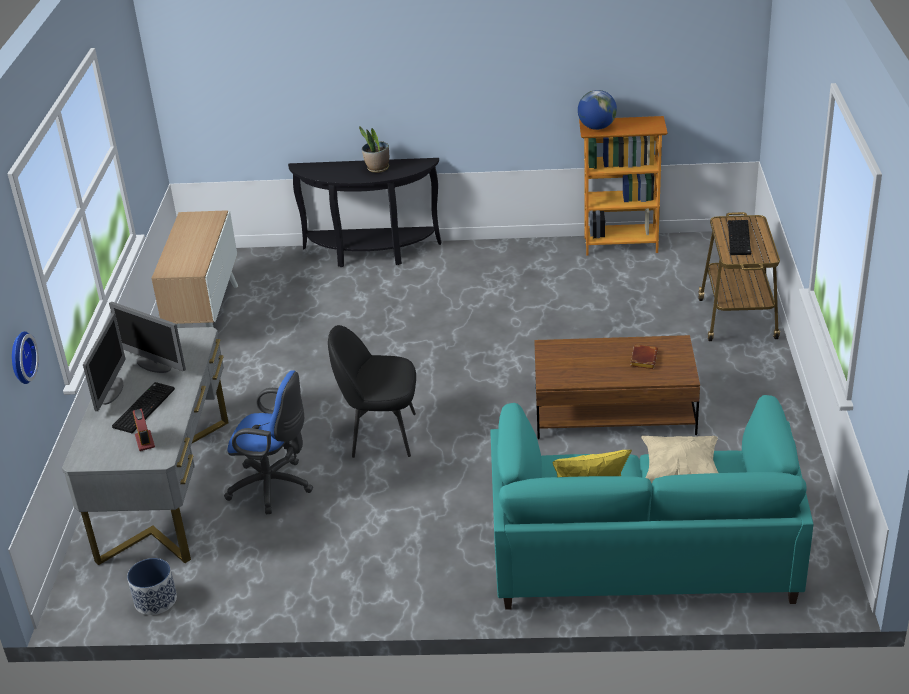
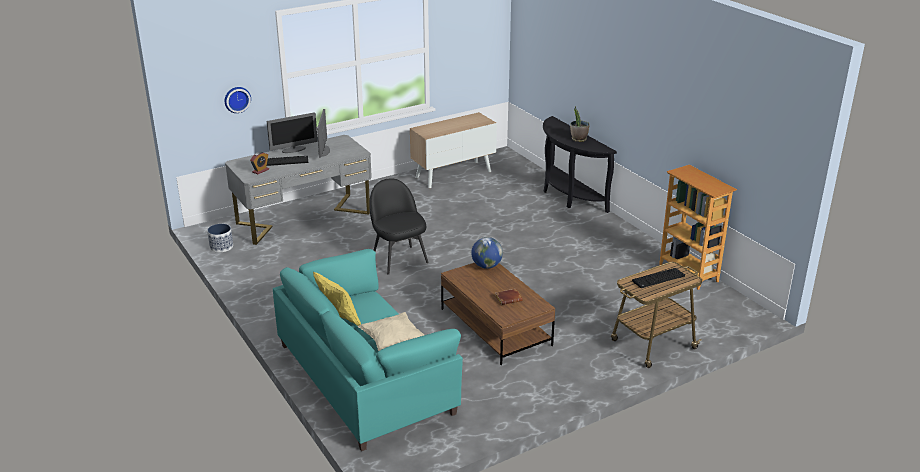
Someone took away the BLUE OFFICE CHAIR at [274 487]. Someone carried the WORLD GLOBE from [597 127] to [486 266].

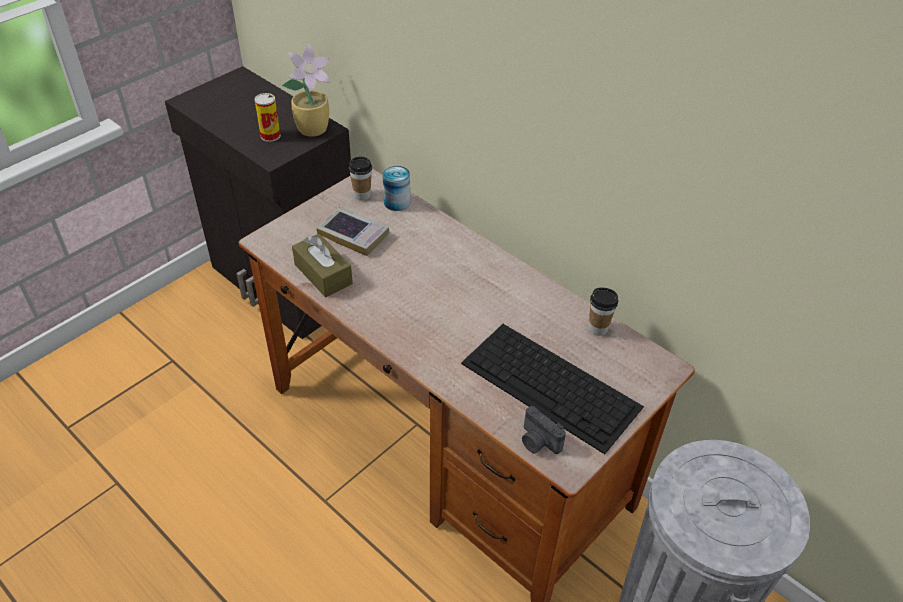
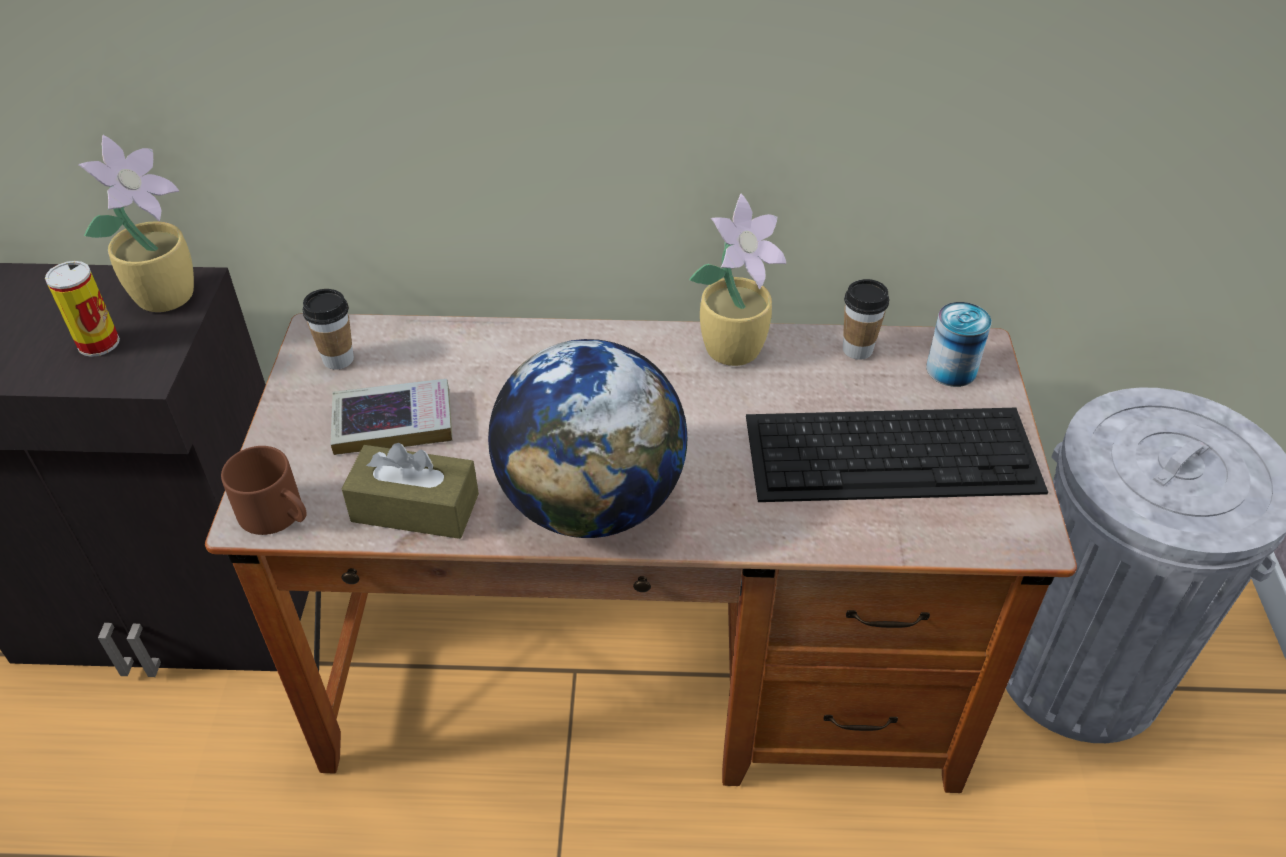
Someone took away the STILL CAMERA at [538 442]. Someone put down the BROWNISH TEA MUG at [279 514]. Someone put down the WORLD GLOBE at [592 503]. Someone put down the PLANT IN A POT at [735 348]. Someone carried the METAL CAN from [397 202] to [951 369].

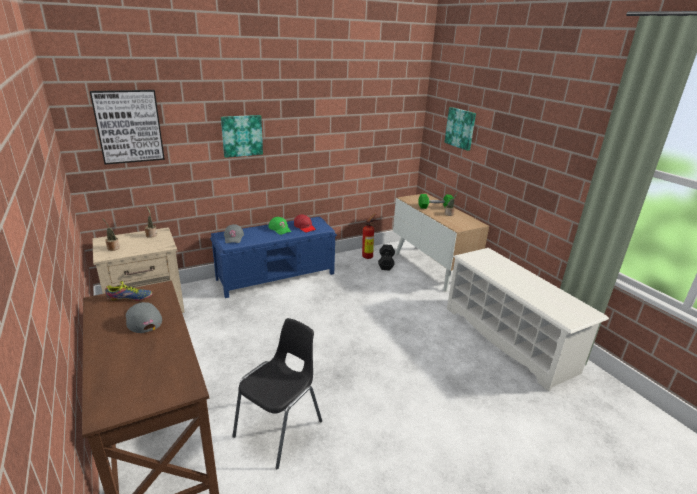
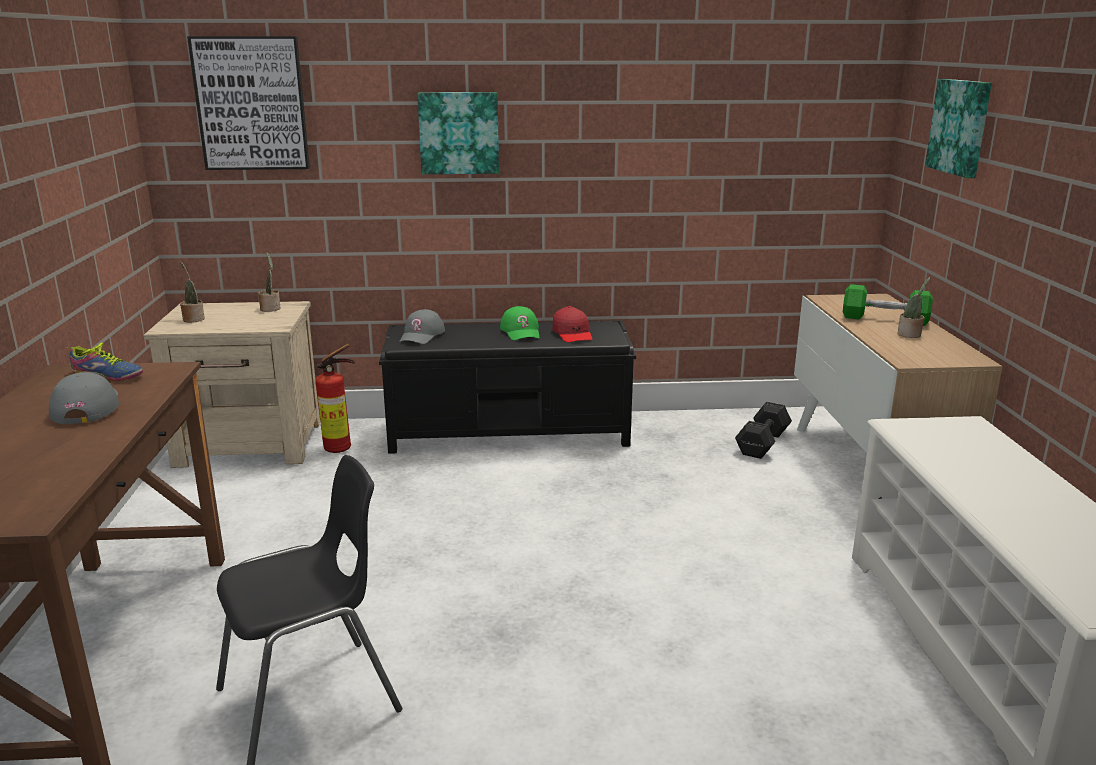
Someone carried the FIRE-FIGHTING CYLINDER from [368 256] to [342 448]. Someone repainted the BLUE LONG SEAT at [277 276], which became the BLACKISH LONG SEAT at [511 433].

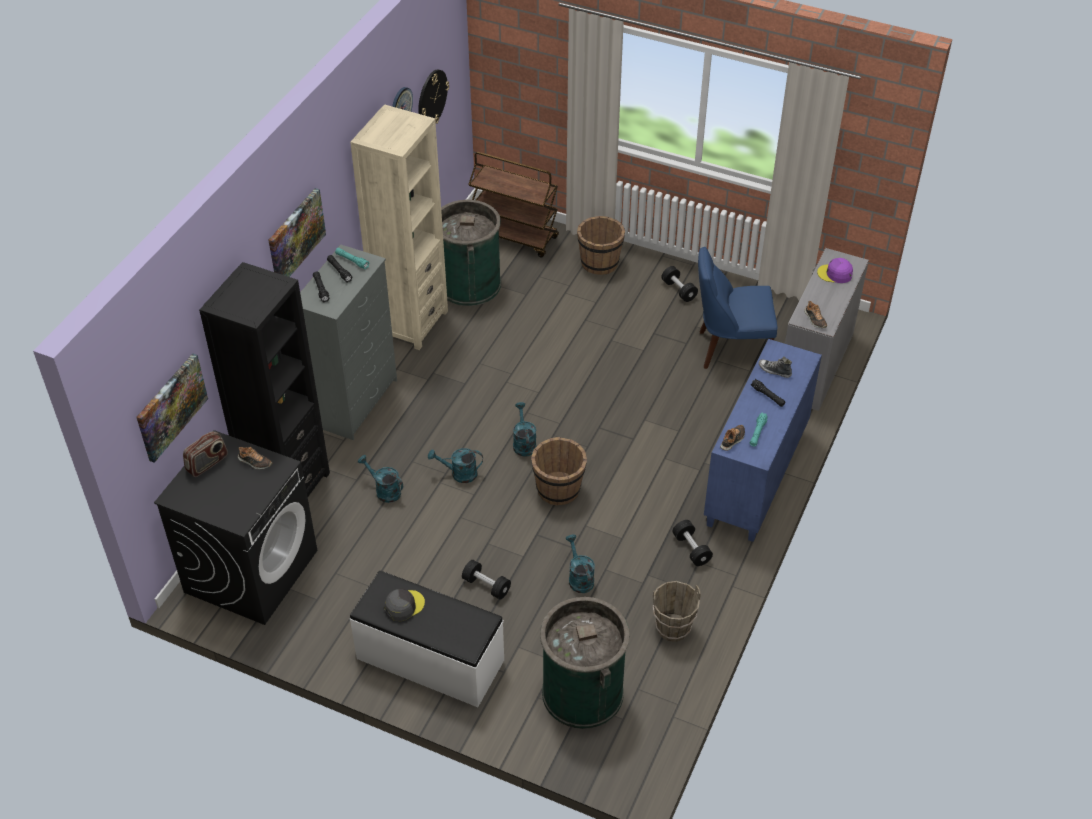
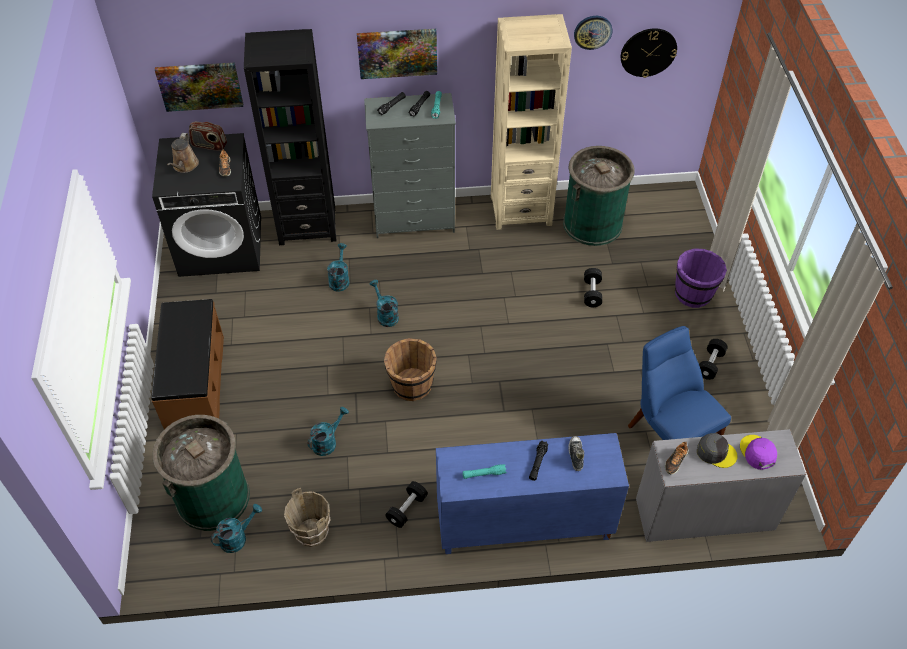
Someone took away the BROWNISH TROLLEY at [514 237]. Someone took away the SHOE at [733 440]. Someone put down the BROWNISH SPRINKLING CAN at [185 166]. Someone carried the GREY BASEBALL CAP from [404 605] to [716 452]. Someone carried the BLACKISH HAND WEIGHT from [486 586] to [592 293]. Someone carried the TURQUOISE SPRINKLING CAN from [523 443] to [237 537]. Someone repainted the WHITISH LONG SEAT at [430 660], which became the BROWNISH LONG SEAT at [195 384]. Someone repainted the BROWNISH WATER BUCKET at [599 262], which became the PURPLISH WATER BUCKET at [693 293].

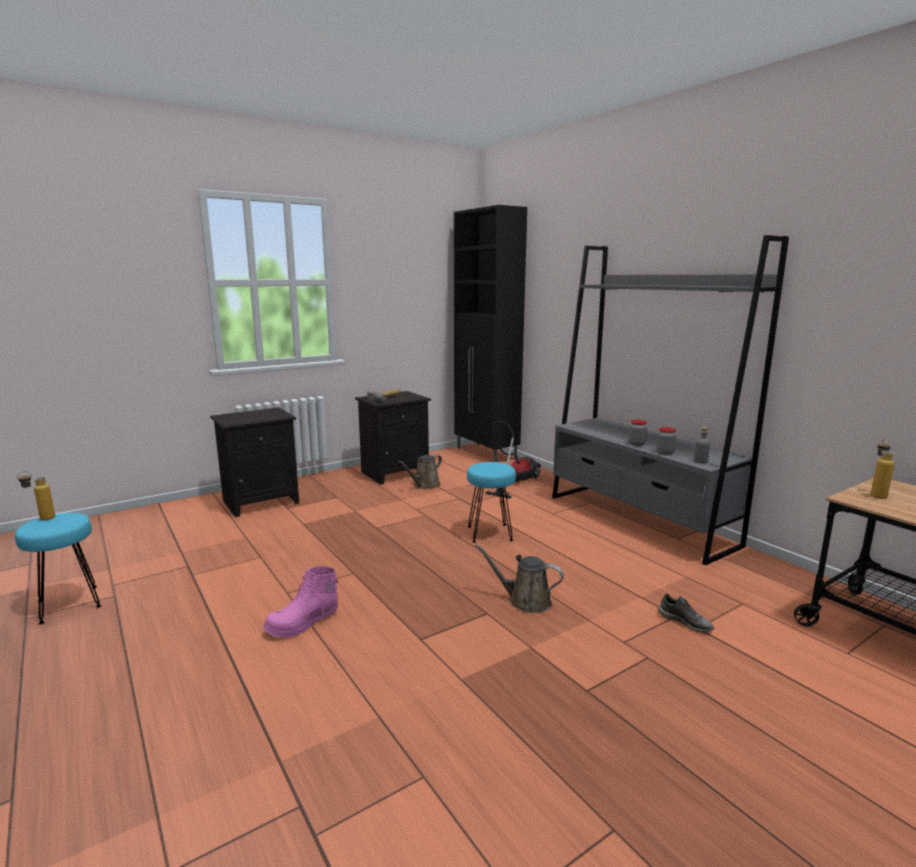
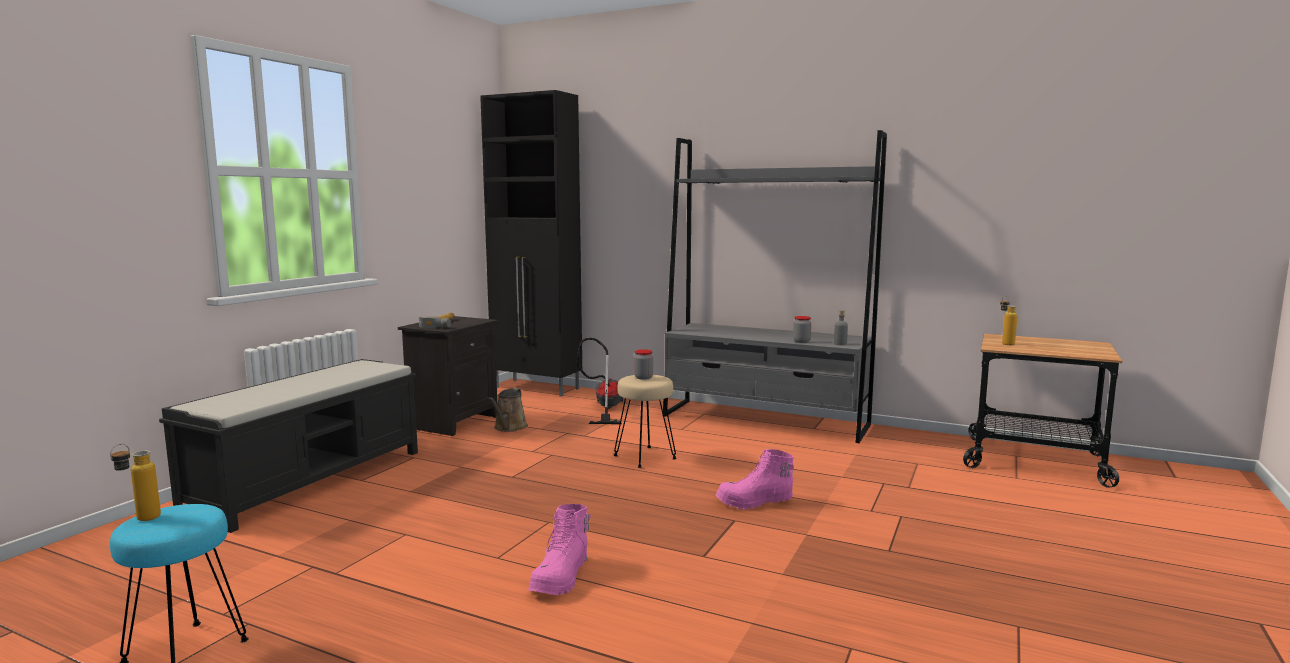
Someone took away the GREY SHOE at [685 622]. Someone carried the JAR from [636 444] to [643 377]. Someone swapped the BLACKISH BEDSIDE TABLE at [261 501] for the BLACKISH LONG SEAT at [311 480]. Someone swapped the BROWNISH SPRINKLING CAN at [525 601] for the PINK-COLOURED TALL BOOT at [754 502]. Someone repainted the TURQUOISE STOOL SEAT at [490 533], which became the SAND-COLOURED STOOL SEAT at [645 457].

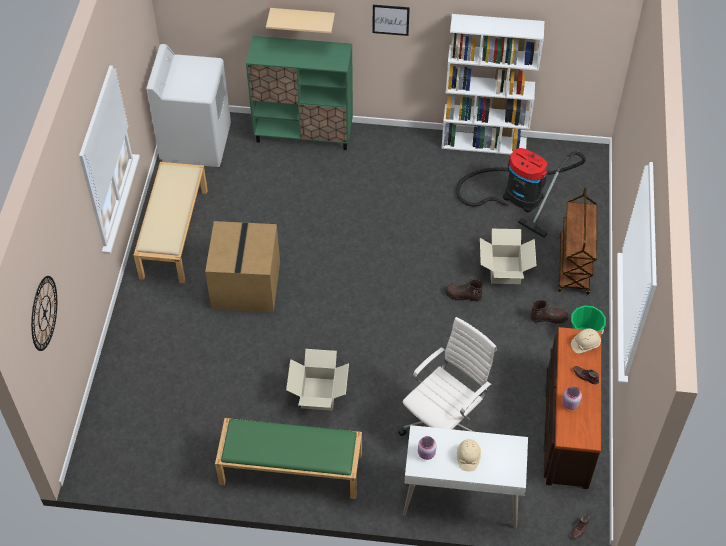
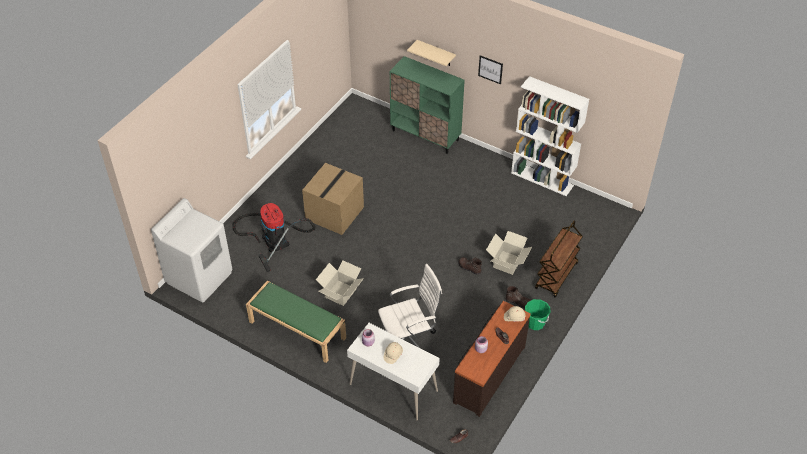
Someone took away the WALL CLOCK at [44 313]. Someone took away the SAND-COLOURED LONG SEAT at [173 232]. Someone carried the WHITISH WASHING MACHINE from [196 142] to [199 277]. Someone carried the VACUUM from [518 196] to [273 239].

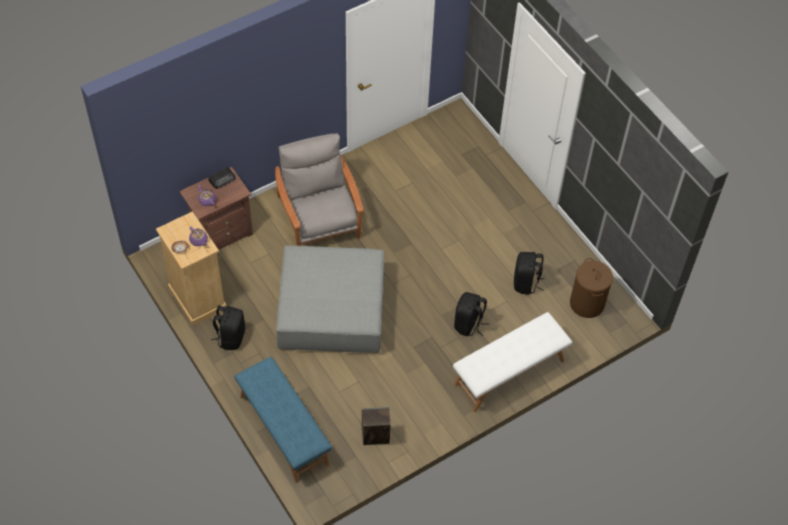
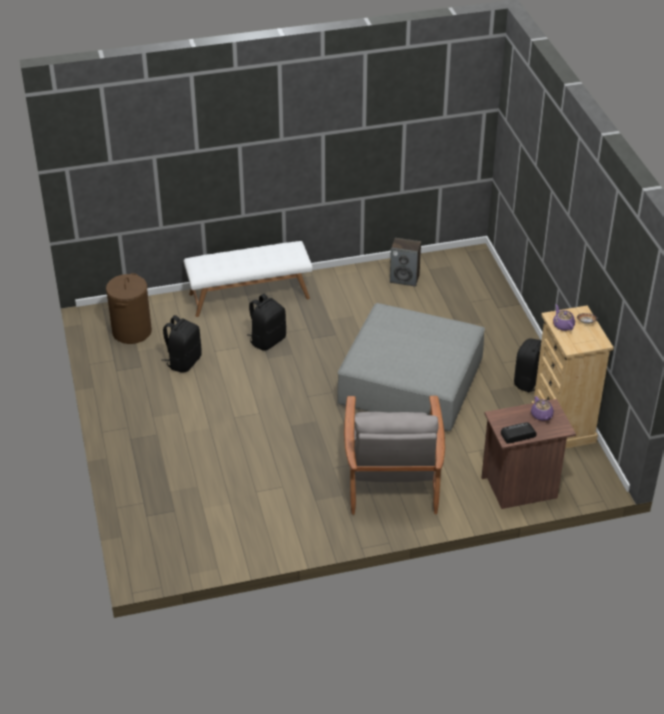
Someone took away the BLUE LONG SEAT at [283 430].

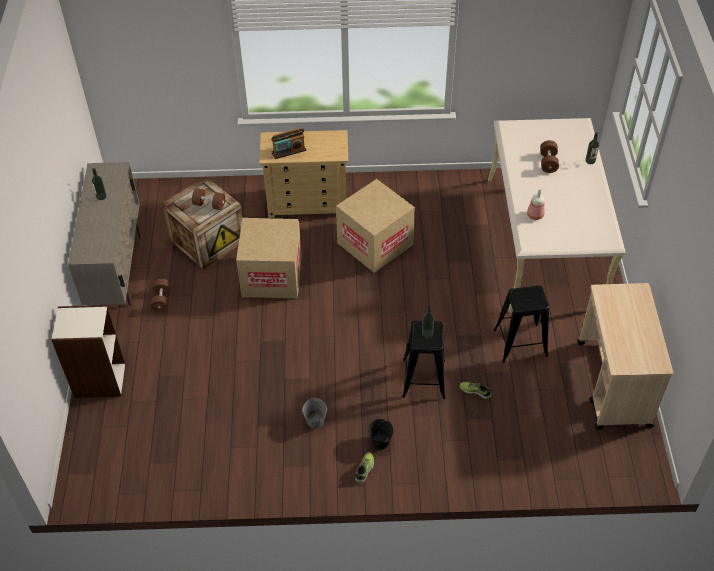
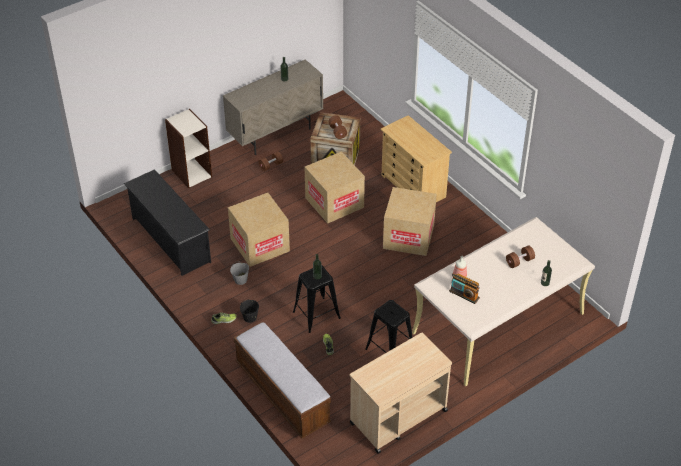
Someone put down the BLACKISH SHOE SHELF at [170 239]. Someone put down the PACKING BOX at [260 245]. Someone put down the LONG SEAT at [282 393]. Someone carried the RADIO from [289 151] to [464 294].

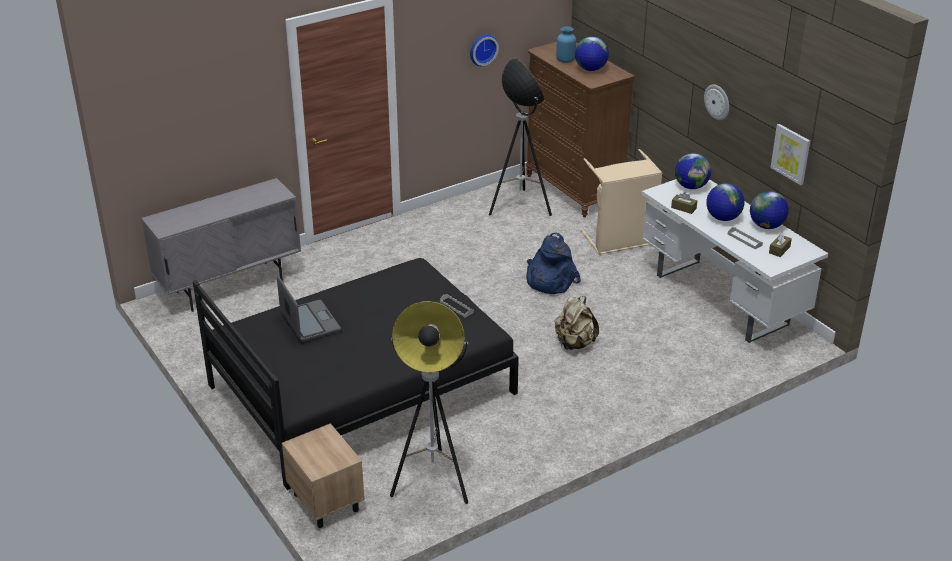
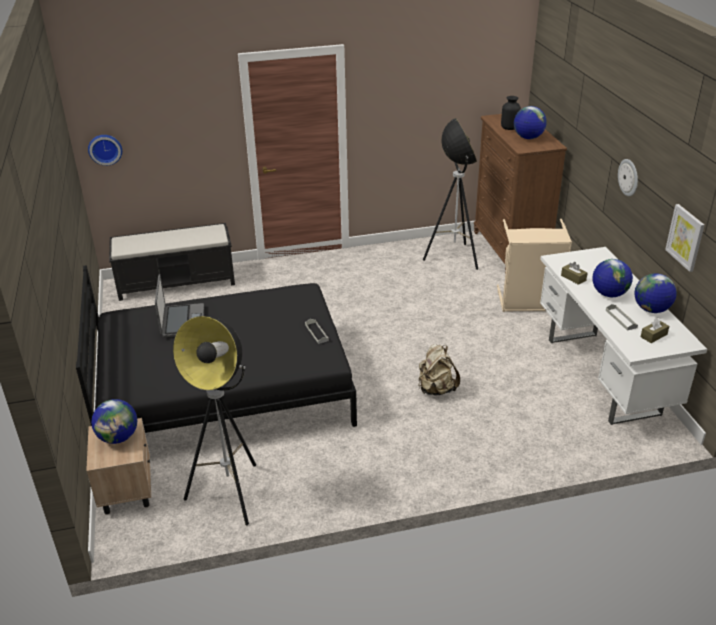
Someone took away the BLUE BACKPACK at [549 280]. Someone carried the WALL CLOCK from [482 49] to [105 149]. Someone carried the WORLD GLOBE from [691 186] to [118 437]. Someone swapped the GREY STORAGE CABINET at [230 286] for the BLACKISH LONG SEAT at [177 282]. Someone repainted the BLUE FLOWER VASE at [565 60], which became the BLACKISH FLOWER VASE at [509 128].

